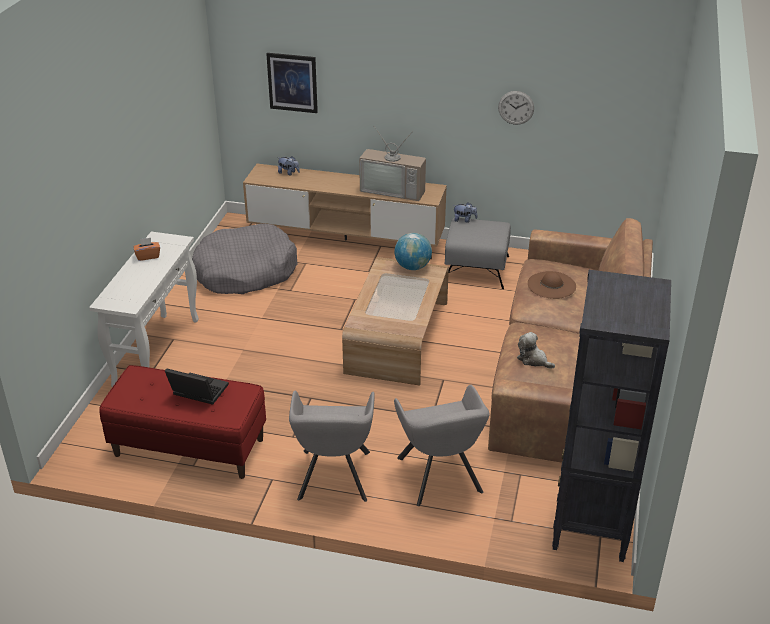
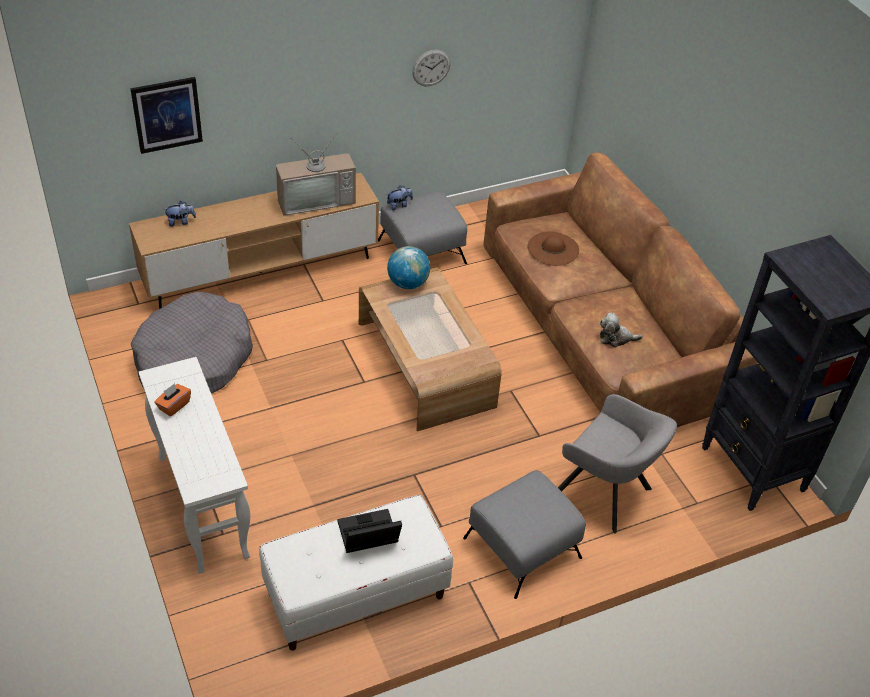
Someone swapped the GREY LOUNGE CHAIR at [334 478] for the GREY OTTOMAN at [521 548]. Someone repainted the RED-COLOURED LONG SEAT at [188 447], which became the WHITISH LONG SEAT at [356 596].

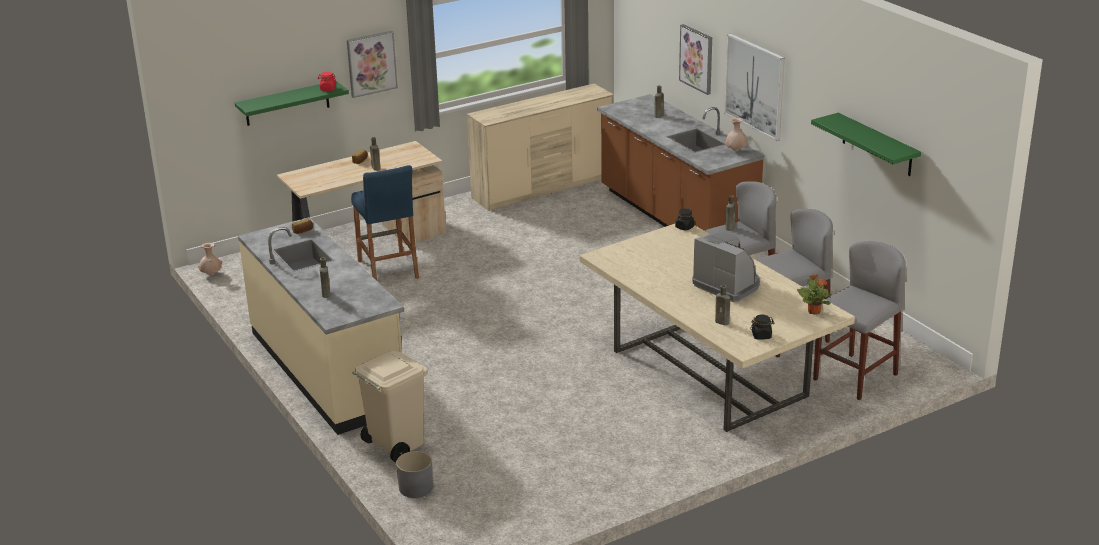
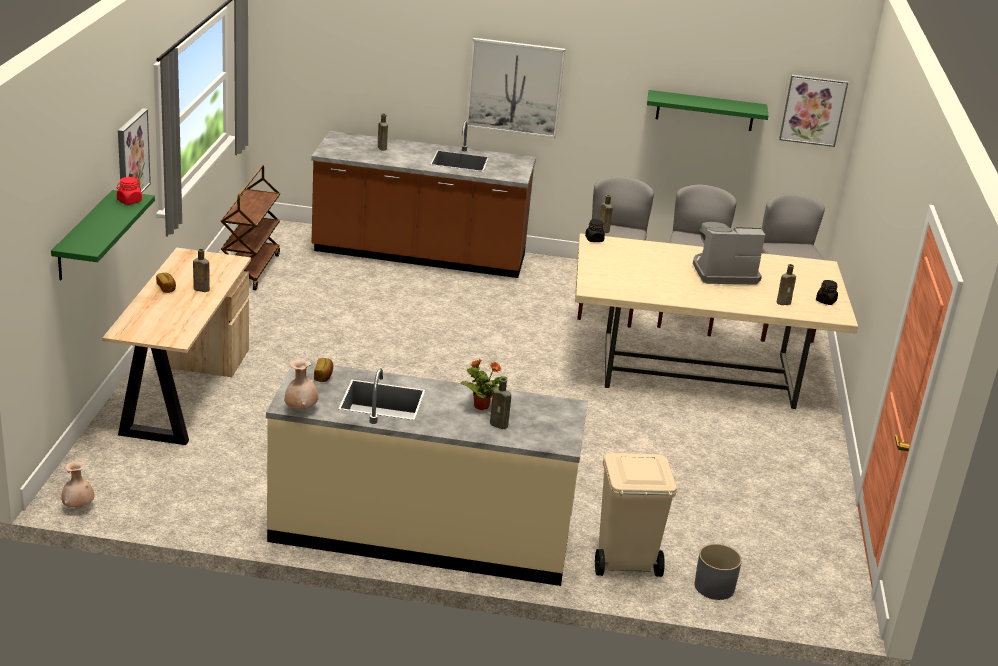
Someone took away the BLUE STOOL SEAT at [388 269]. Someone carried the WALL PICTURE from [697 59] to [813 110]. Someone carried the SAND-COLOURED FLOWER VASE from [735 151] to [301 409]. Someone carried the PLANT IN A POT from [814 311] to [481 406]. Someone swapped the SAND-COLOURED CHEST OF DRAWERS at [544 188] for the BROWNISH TROLLEY at [250 269].

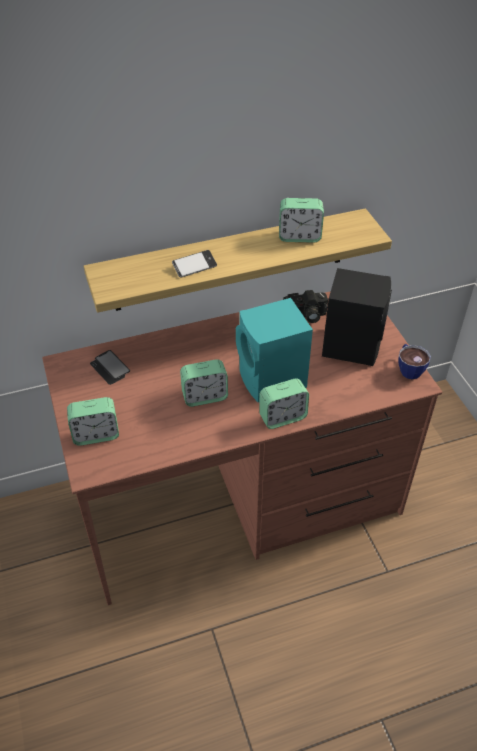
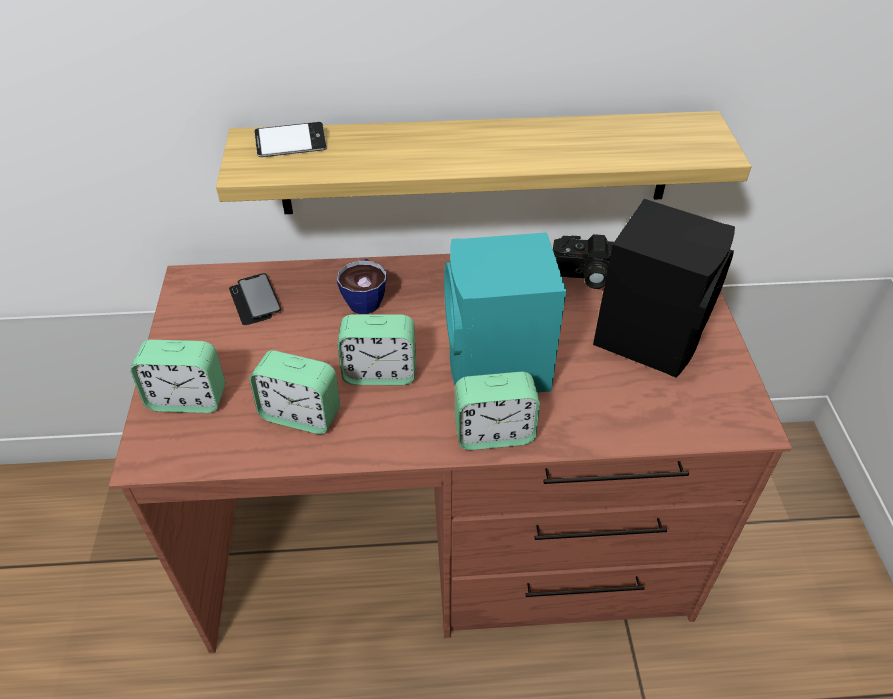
Someone carried the HANDSET from [194 266] to [291 145]. Someone carried the ALARM CLOCK from [299 236] to [300 414]. Someone carried the SMALL CUP from [408 368] to [365 298].

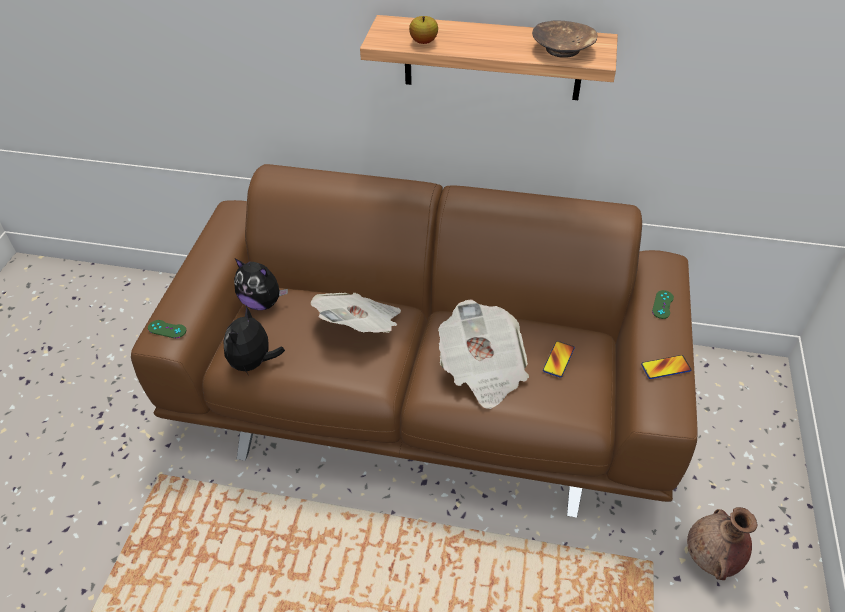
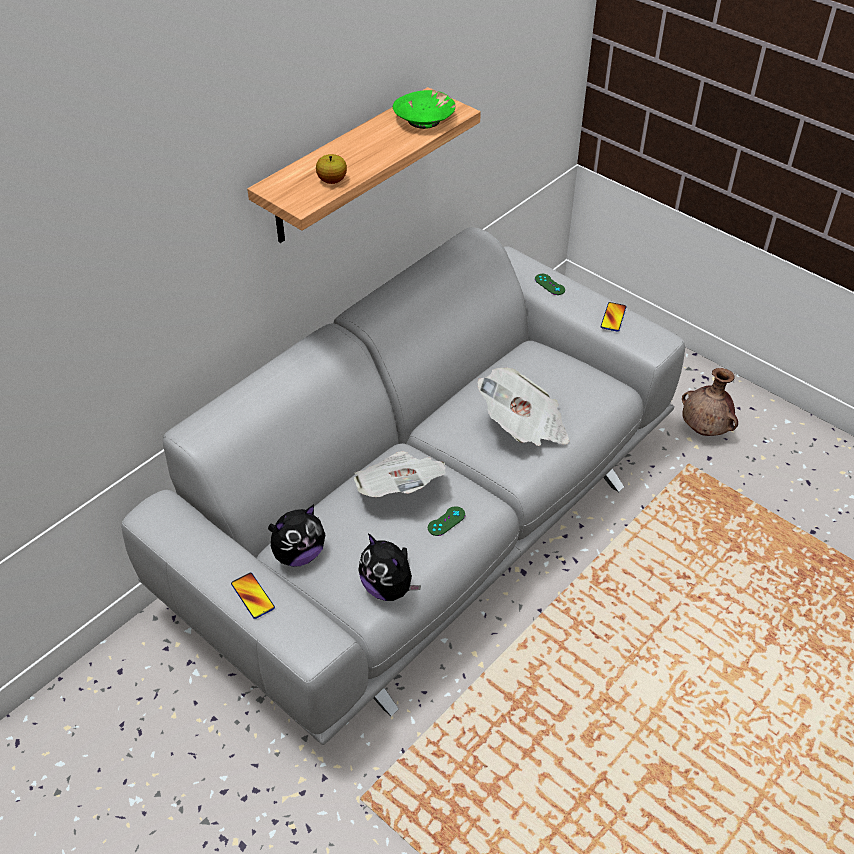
Someone carried the GREEN GAMEPAD from [167 329] to [446 521]. Someone carried the HANDSET from [558 359] to [252 596]. Someone repainted the BROWNISH COUCH at [426 394], which became the GREY COUCH at [426 524]. Someone repainted the BROWNISH SERVING BOWL at [562 49], which became the GREEN SERVING BOWL at [424 120].

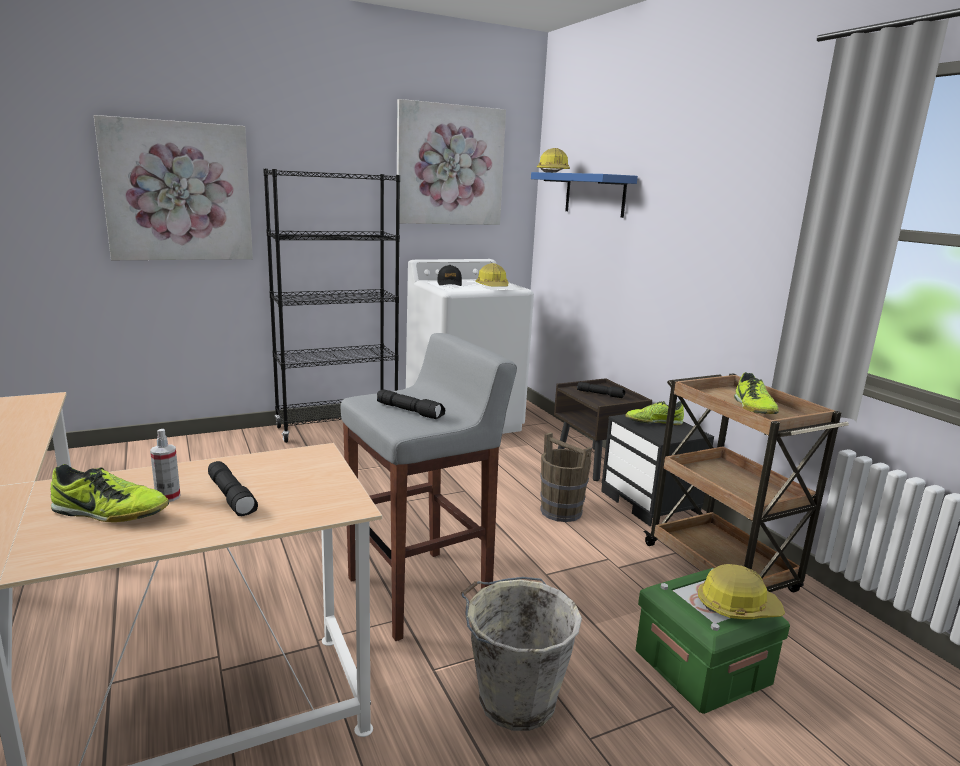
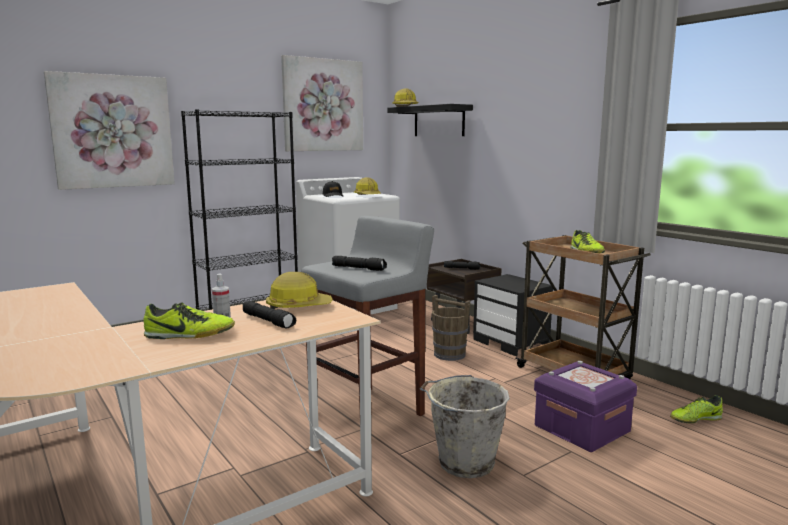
Someone carried the SHOE from [653 422] to [695 419]. Someone carried the SAFETY HELMET from [737 607] to [298 306]. Someone repainted the BLUE BRACKET SHELF at [594 194], which became the BLACKISH BRACKET SHELF at [439 121]. Someone repainted the GREEN STORAGE BIN at [702 667], which became the PURPLISH STORAGE BIN at [581 428].

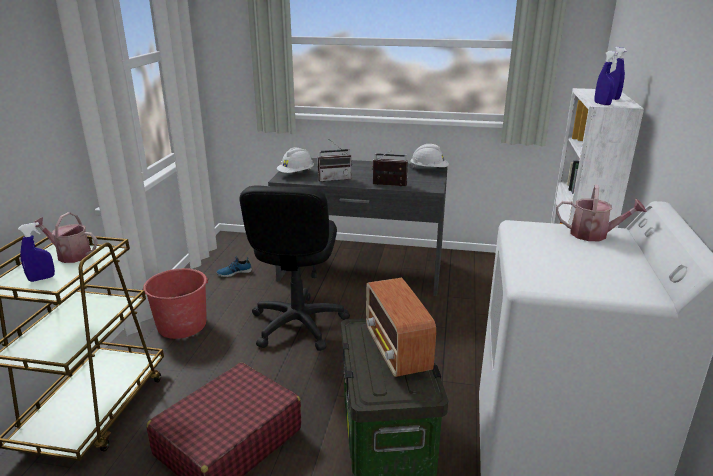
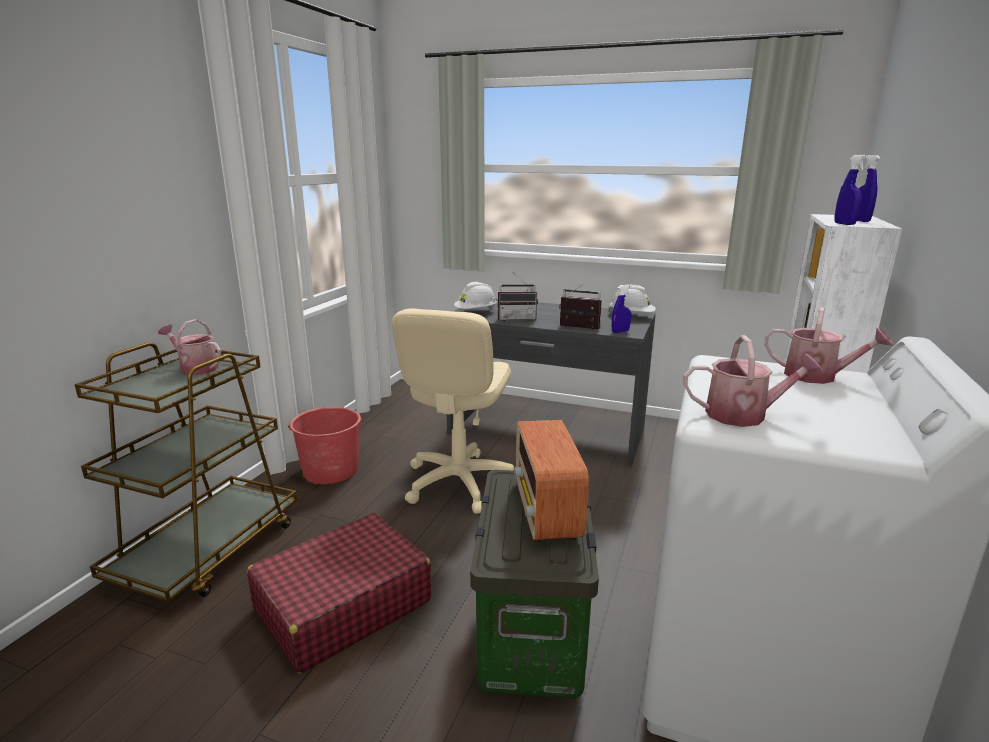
Someone took away the SHOE at [234 272]. Someone put down the SPRINKLING CAN at [744 415]. Someone carried the BLUE SPRAY BOTTLE from [42 278] to [620 332]. Someone repainted the BLACKISH OFFICE CHAIR at [298 324], which became the SAND-COLOURED OFFICE CHAIR at [458 482].

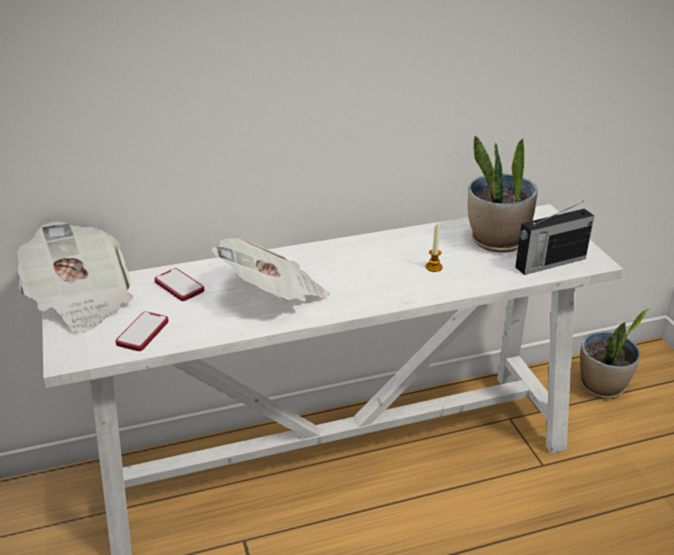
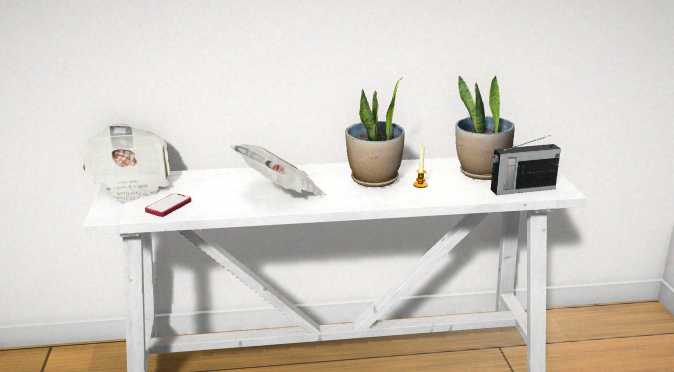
Someone took away the HANDSET at [179 286]. Someone carried the PLANT IN A POT from [602 386] to [374 180].

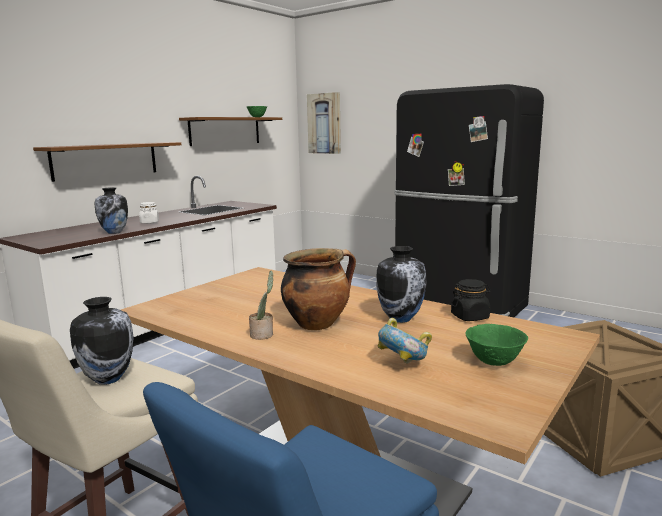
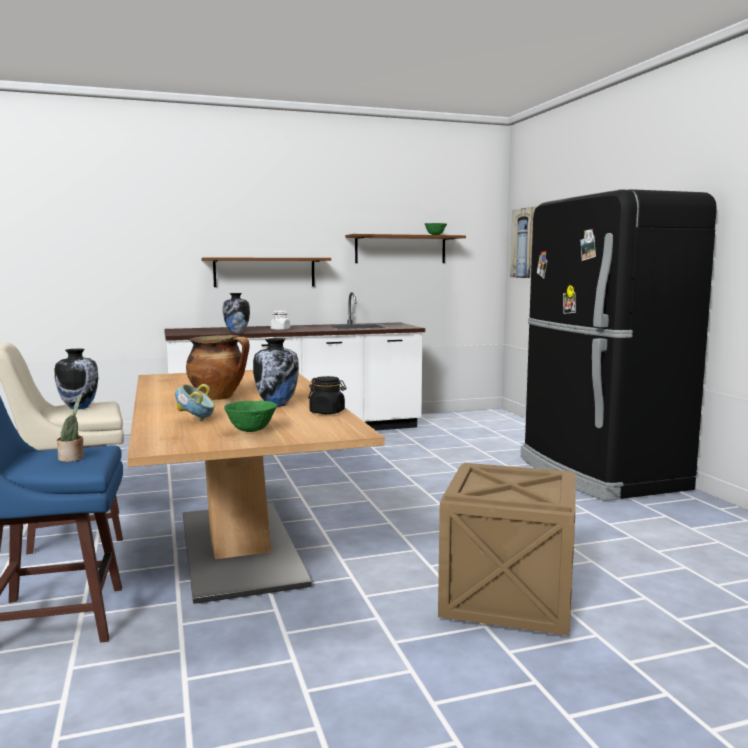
Someone carried the PLANT IN A POT from [263 334] to [73 458].

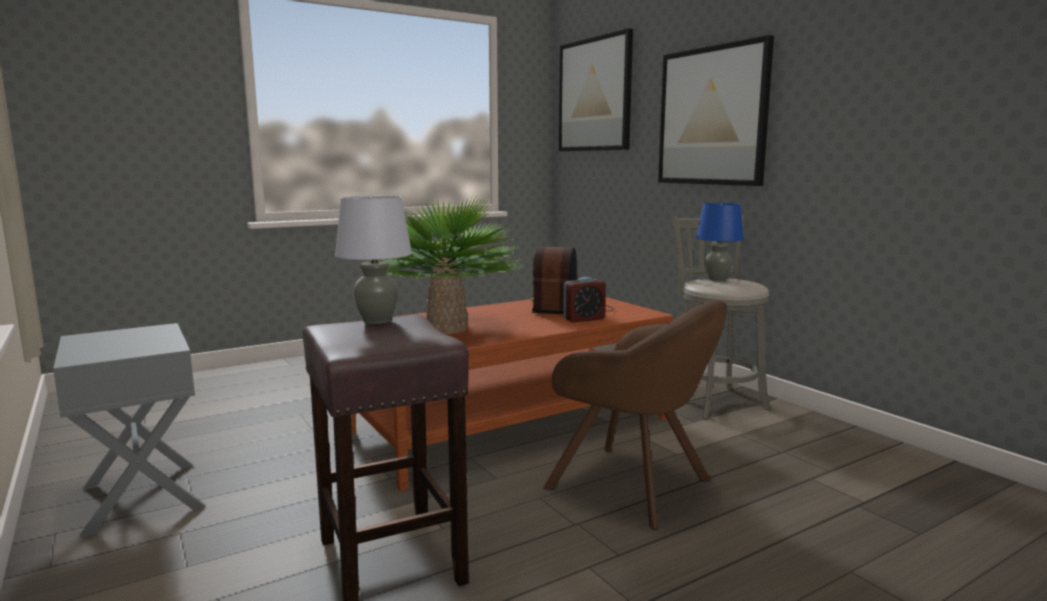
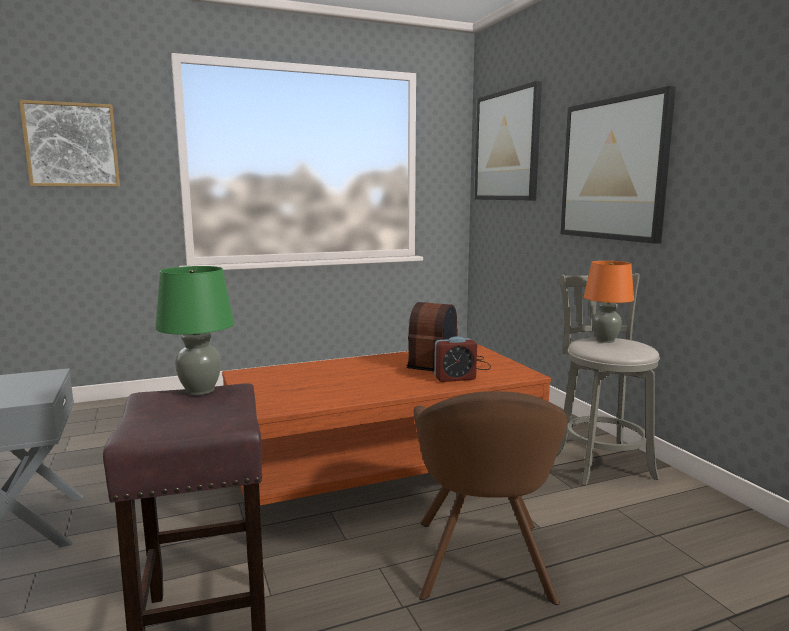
Someone took away the PLANT IN A POT at [447 328]. Someone put up the WALL PICTURE at [72 145]. Someone repainted the GREY LAMP FOR A TABLE at [377 321], which became the GREEN LAMP FOR A TABLE at [200 390]. Someone repainted the BLUE LAMP FOR A TABLE at [716 280], which became the ORANGE LAMP FOR A TABLE at [605 340]. Someone rotated the BROWNISH LOUNGE CHAIR at [636 486] by 45 degrees clockwise.

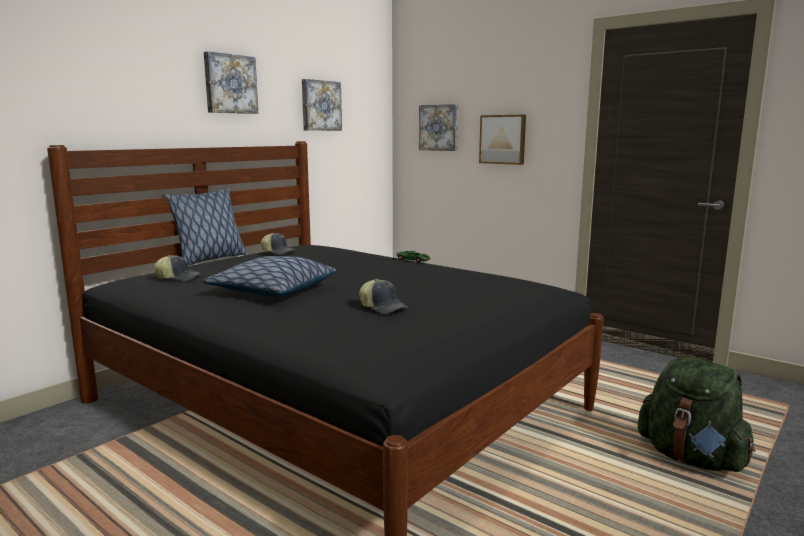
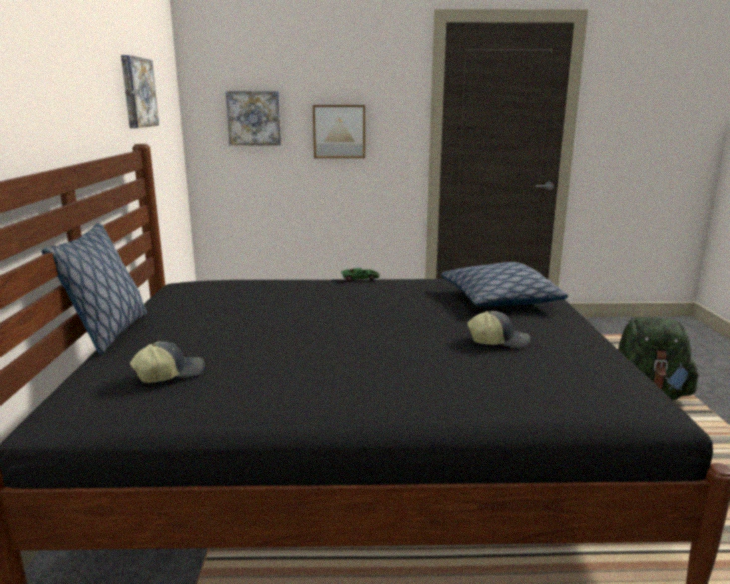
Someone took away the WALL PICTURE at [230 84]. Someone took away the BASEBALL CAP at [278 252]. Someone carried the PILLOW from [272 291] to [500 300].

